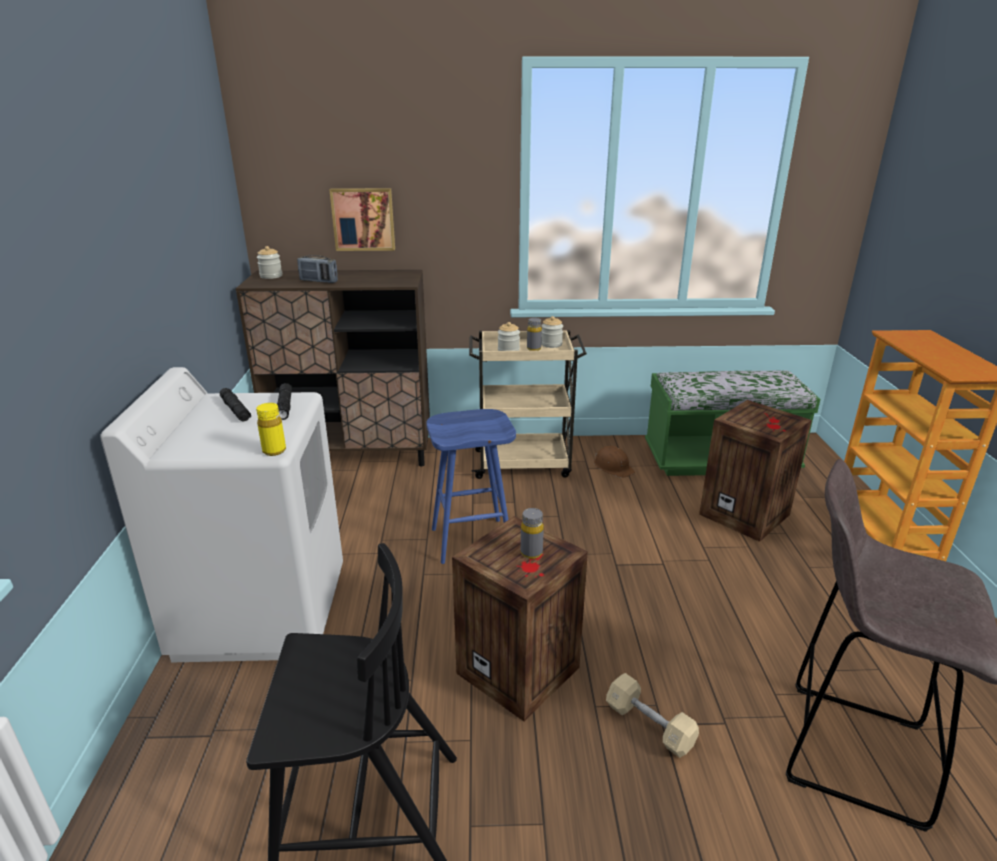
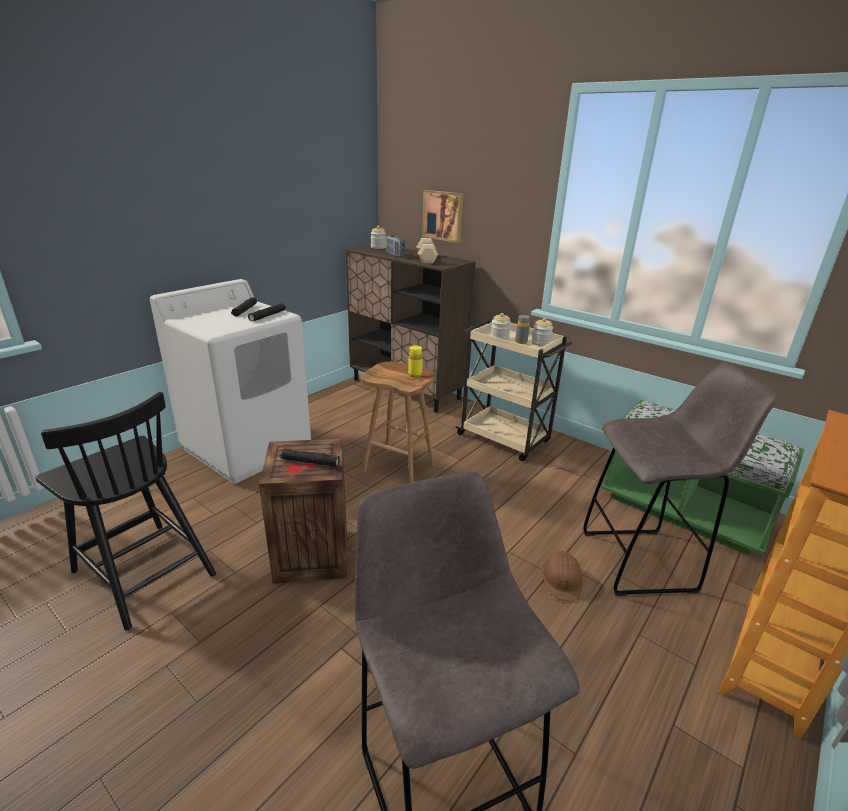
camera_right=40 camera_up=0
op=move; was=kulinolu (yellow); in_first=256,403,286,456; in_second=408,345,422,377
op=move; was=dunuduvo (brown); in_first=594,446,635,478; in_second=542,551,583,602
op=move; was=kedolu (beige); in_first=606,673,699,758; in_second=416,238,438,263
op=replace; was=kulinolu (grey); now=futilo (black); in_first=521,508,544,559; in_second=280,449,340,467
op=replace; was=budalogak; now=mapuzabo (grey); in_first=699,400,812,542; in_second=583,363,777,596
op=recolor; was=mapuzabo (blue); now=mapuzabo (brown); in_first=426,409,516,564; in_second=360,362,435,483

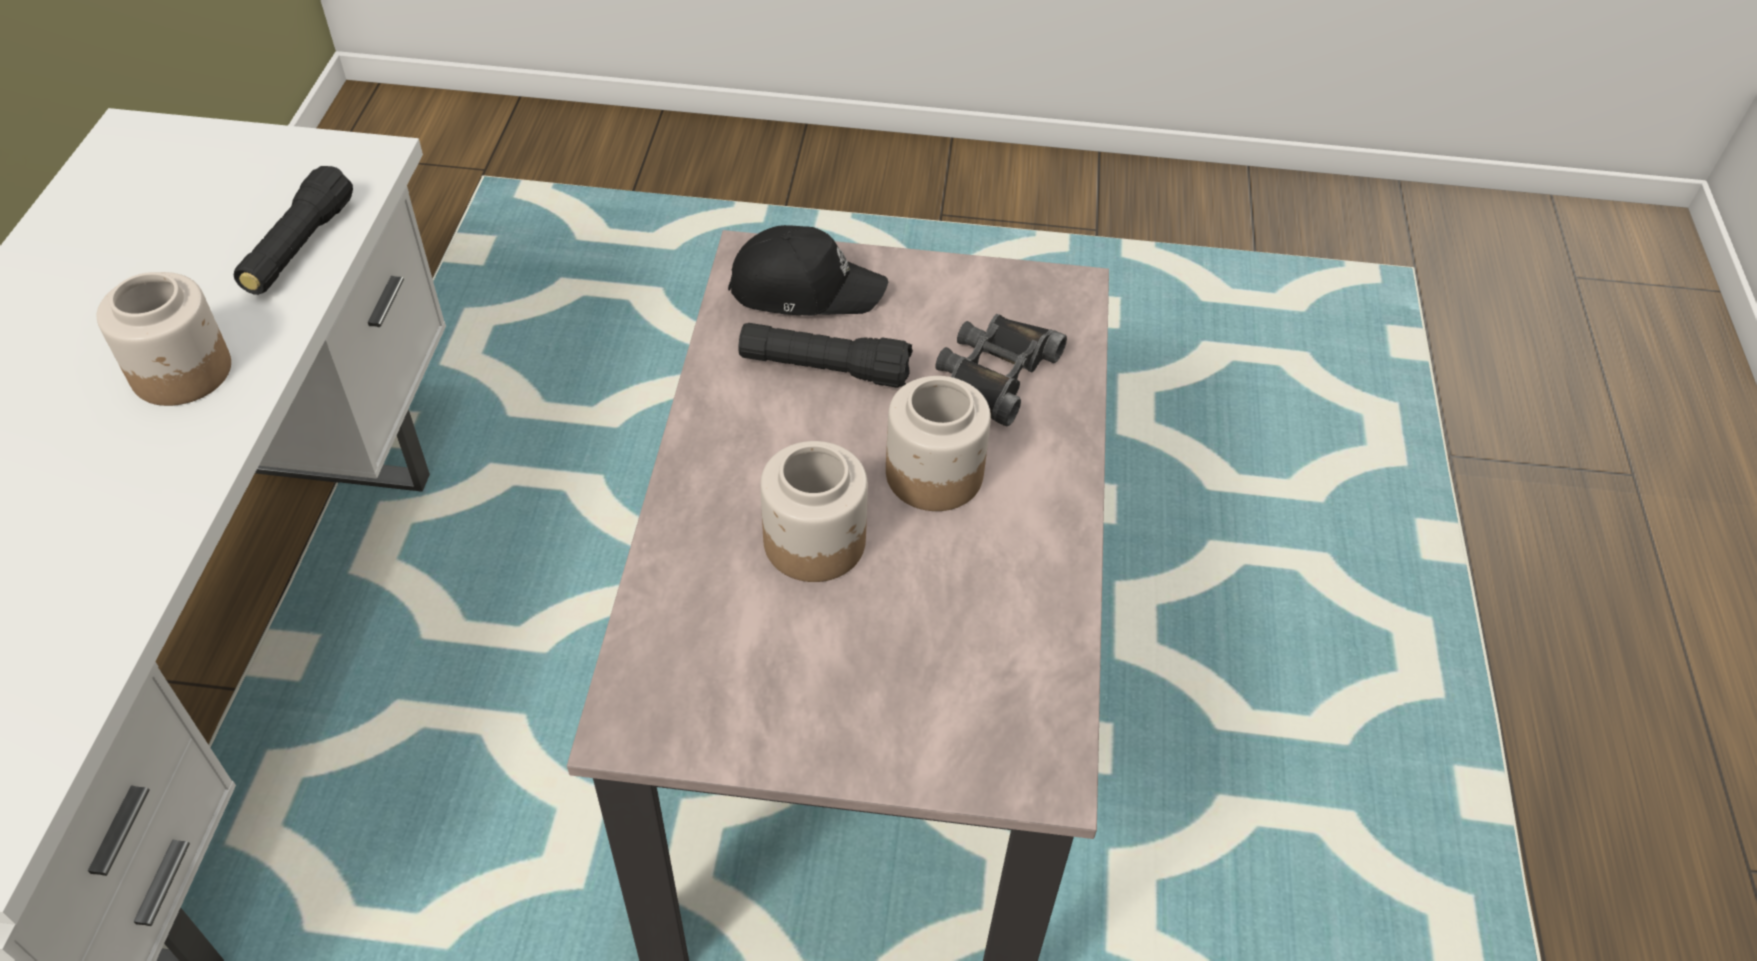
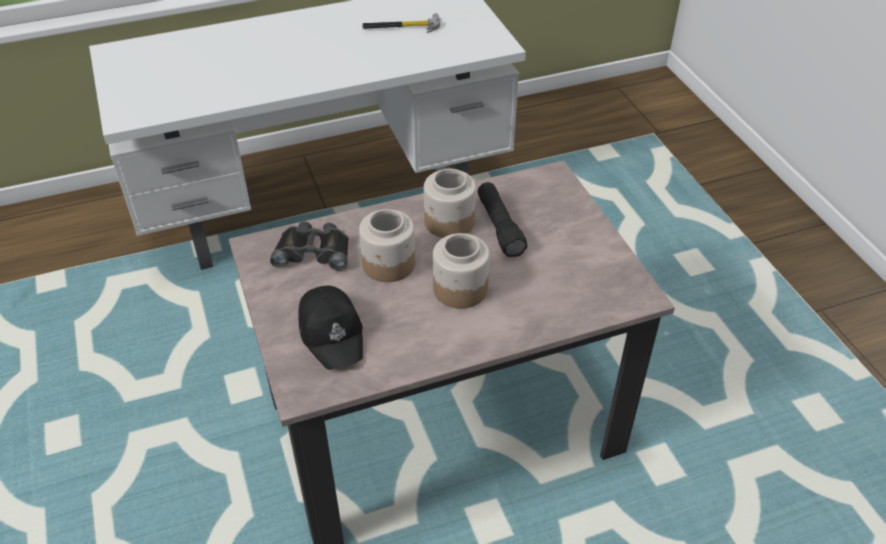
camera_right=65 camera_up=-5
op=delete; was=futilo (black); in_first=234,166,353,295
op=insert; now=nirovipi; in_second=362,13,440,33
op=move; was=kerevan; in_first=97,272,231,406; in_second=424,169,476,238
op=move; was=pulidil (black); in_first=728,225,888,316; in_second=298,286,363,370
op=move; was=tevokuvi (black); in_first=935,314,1067,426; in_second=270,222,349,271

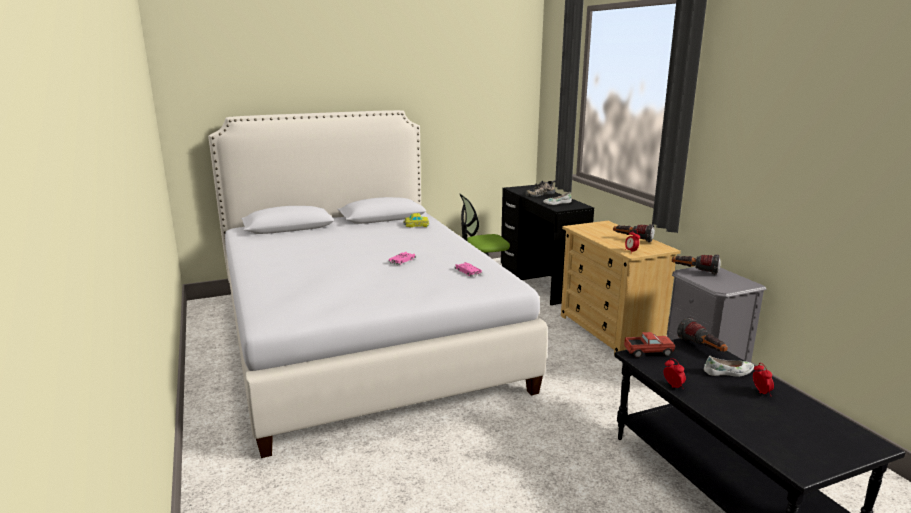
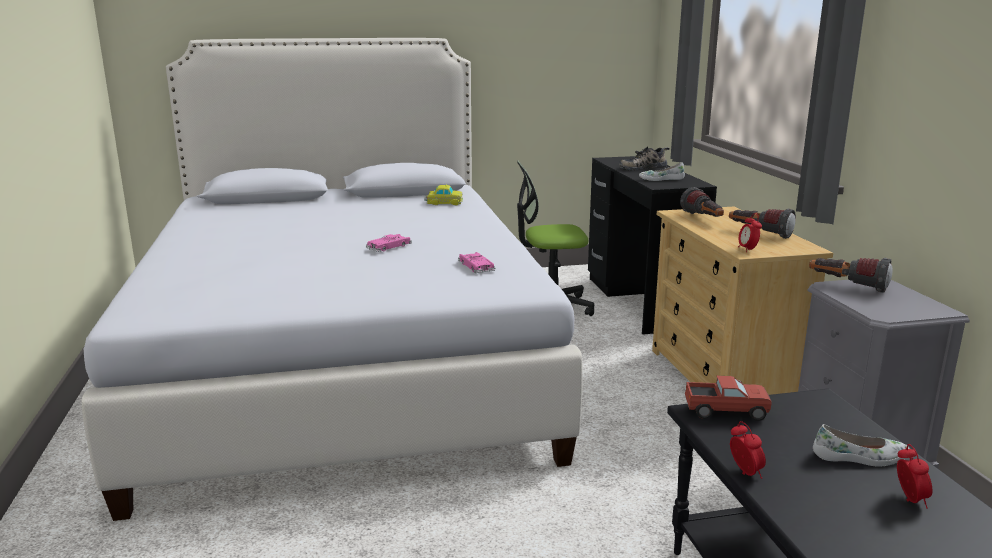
camera_right=10 camera_up=0
op=move; was=futilo; in_first=677,318,728,352; in_second=680,187,724,217

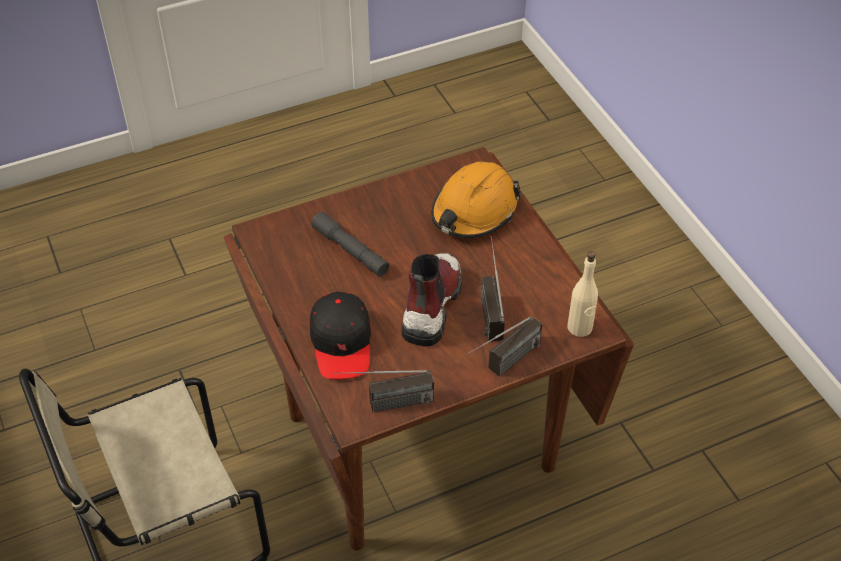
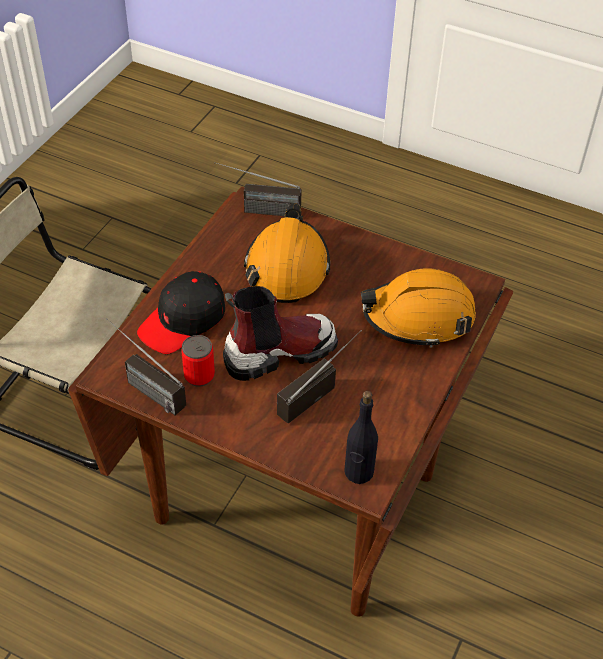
camera_right=50 camera_up=0
op=insert; now=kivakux; in_second=181,335,215,387
op=move; was=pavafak; in_first=468,316,542,377; in_second=214,162,302,216
op=replace; was=futilo (grey); now=dunuduvo (orange); in_first=311,212,389,277; in_second=244,203,330,303
op=recolor; was=kulinolu (beige); now=kulinolu (black); in_first=567,251,598,337; in_second=344,391,378,484

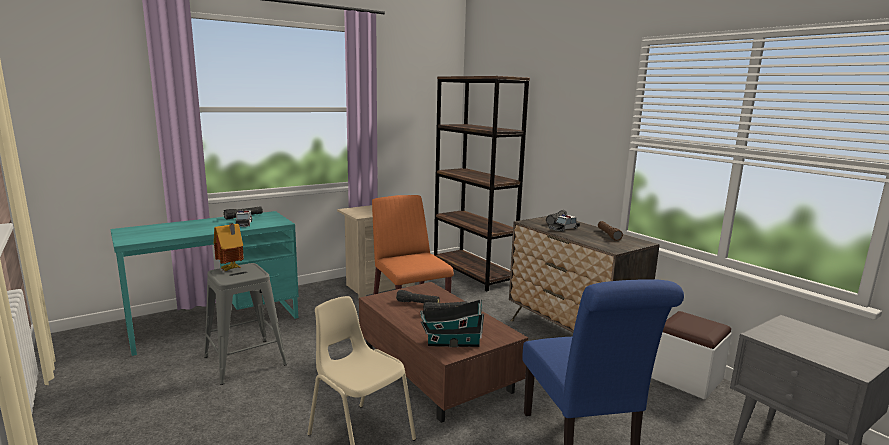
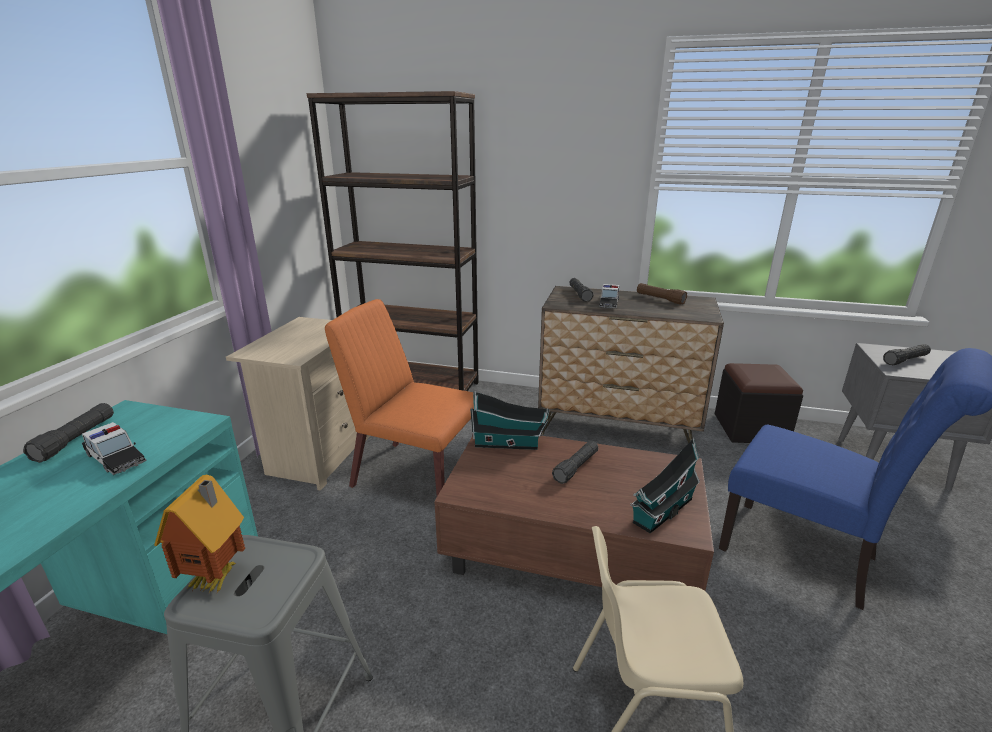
camera_right=-40 camera_up=10
op=insert; now=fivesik; in_second=470,391,549,450
op=move; was=futilo (black); in_first=396,290,440,303; in_second=883,344,931,365
op=recolor; was=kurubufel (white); now=kurubufel (black); in_first=651,311,732,400; in_second=715,363,803,443

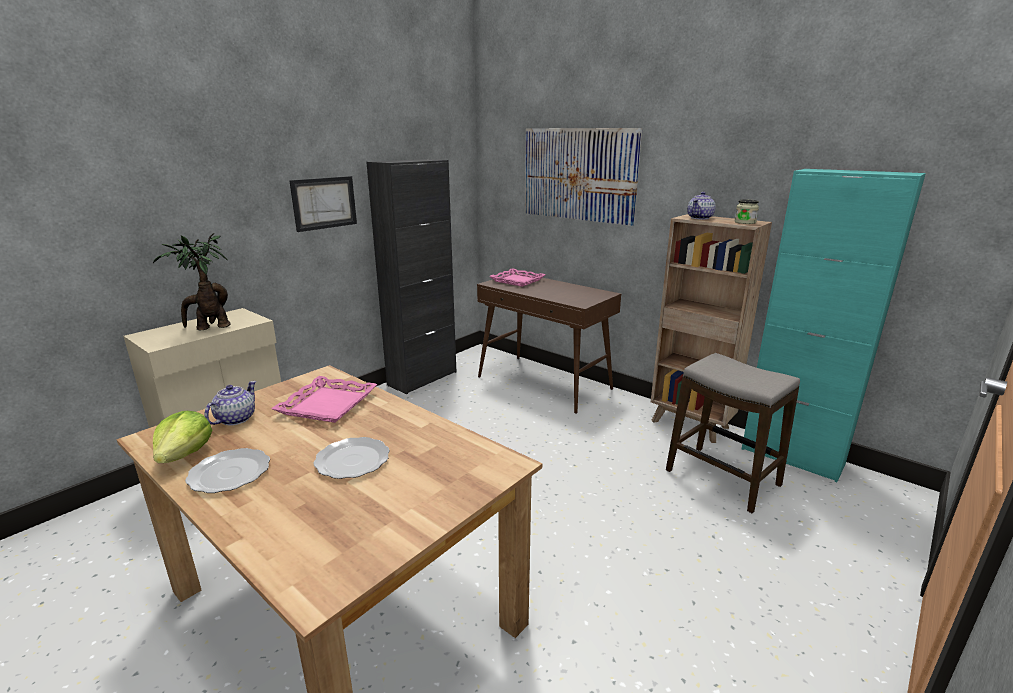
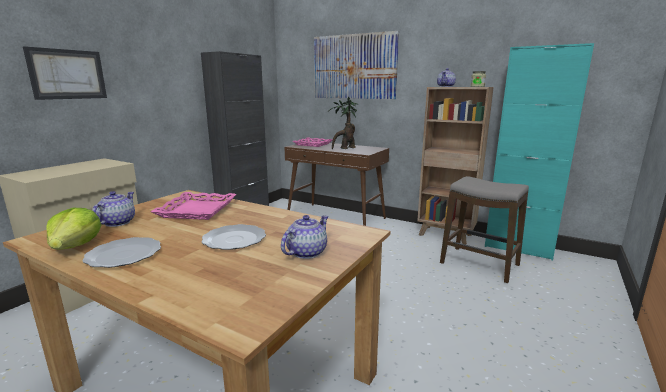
camera_right=-10 camera_up=-5
op=insert; now=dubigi; in_second=281,215,329,259
op=move; was=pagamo; in_first=153,233,230,330; in_second=328,96,359,149
op=move; was=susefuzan; in_first=289,176,357,232; in_second=23,46,107,100

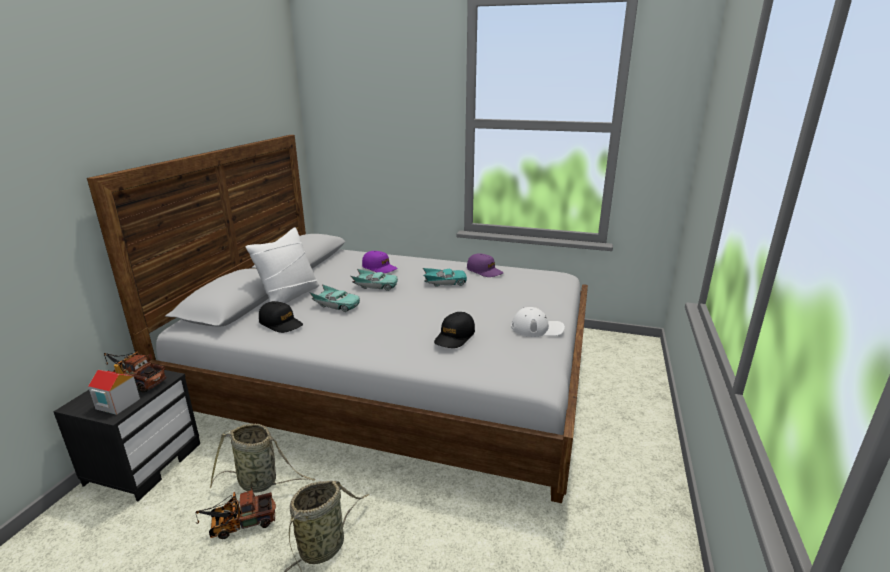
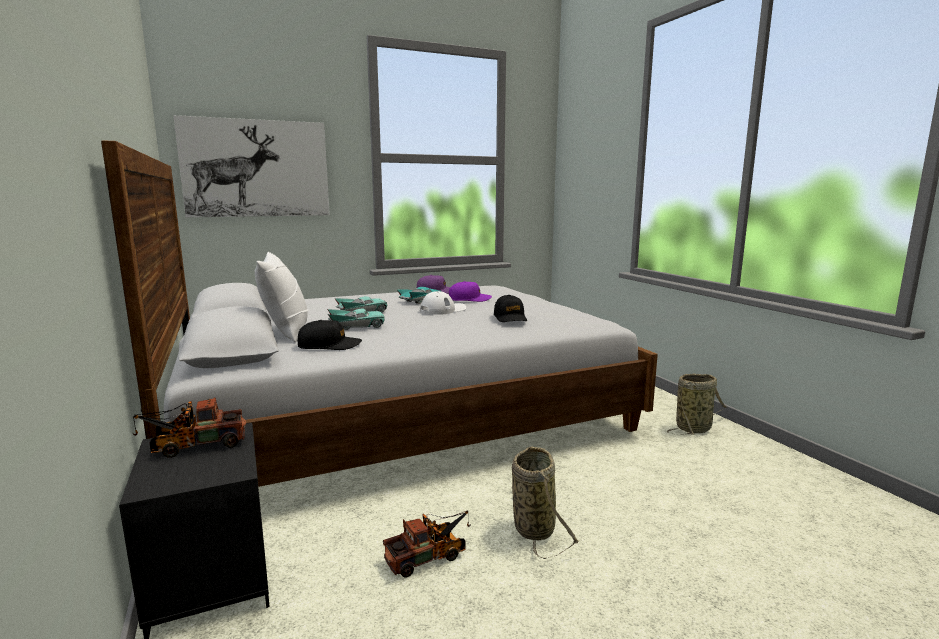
camera_right=-40 camera_up=-10
op=delete; was=fivesik; in_first=88,364,140,415
op=insert; now=susefuzan; in_second=173,115,330,218
op=move; was=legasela; in_first=210,424,315,493; in_second=667,374,727,435
op=move; was=pulidil (purple); in_first=362,251,398,273; in_second=449,281,492,302
op=move; was=pulidil (white); in_first=511,307,565,337; in_second=420,291,466,315
op=rotate; was=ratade; in_first=196,487,276,539; in_second=383,510,471,578; clockwise=-150

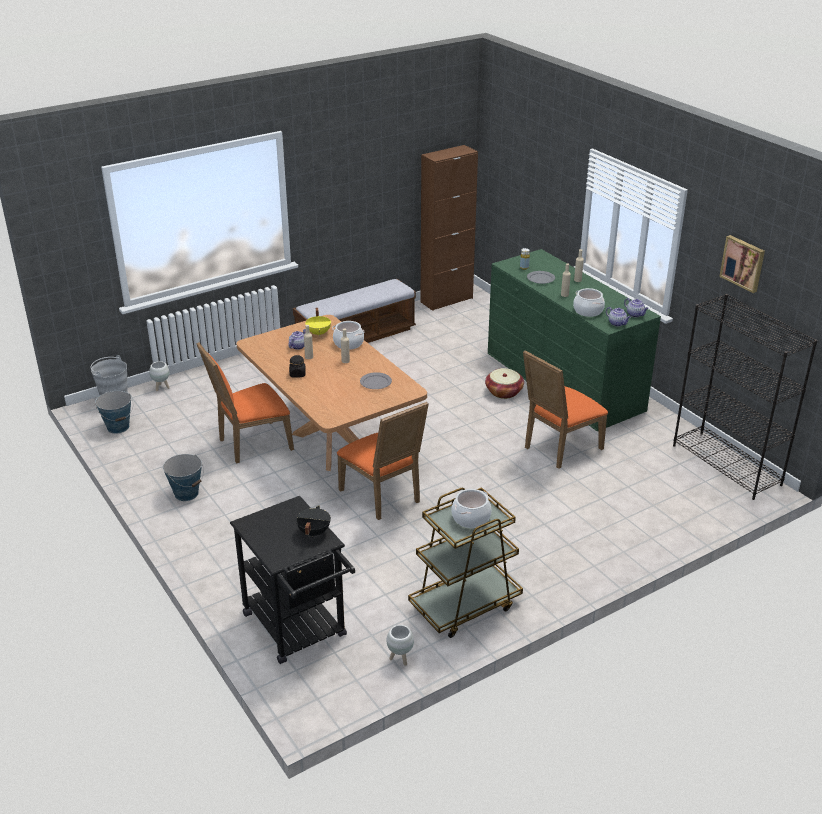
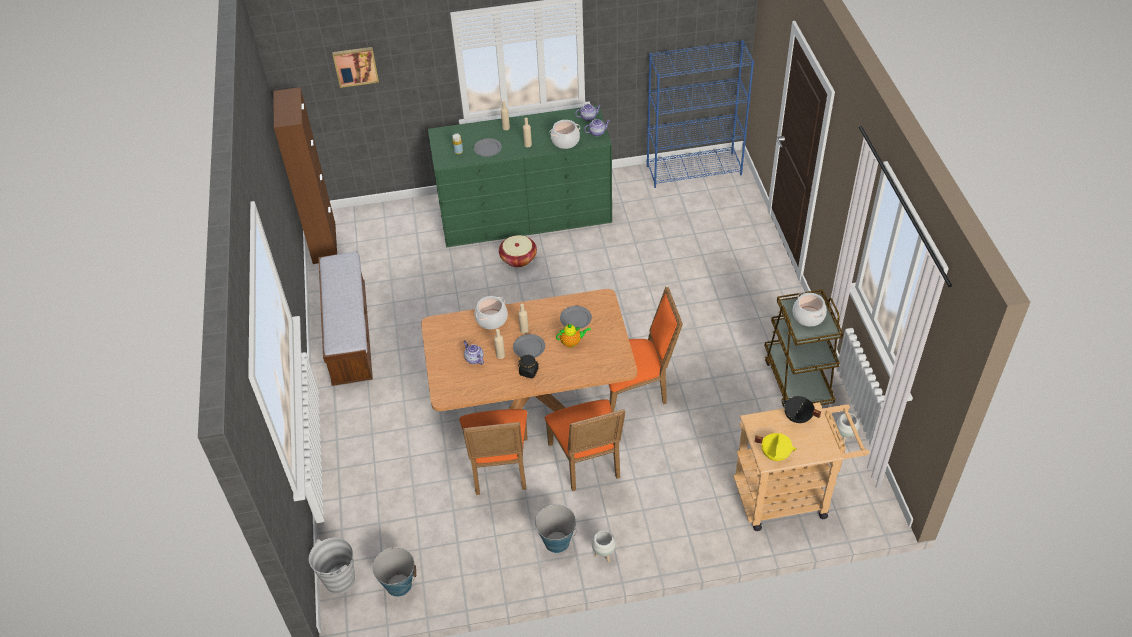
camera_right=-65 camera_up=15
op=insert; now=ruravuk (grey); in_second=513,334,545,358
op=insert; now=dubigi; in_second=556,324,591,348
op=move; was=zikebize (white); in_first=149,361,170,391; in_second=592,530,616,563
op=move; was=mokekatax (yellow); in_first=305,308,331,336; in_second=754,433,797,461
op=move; was=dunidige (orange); in_first=523,350,608,469; in_second=545,399,626,491
op=move; was=susefuzan; in_first=719,235,765,293; in_second=332,47,379,88
op=recolor; was=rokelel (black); now=rokelel (beige); in_first=230,496,355,664; in_second=733,402,870,531
op=recolor; was=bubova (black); now=bubova (blue); in_first=673,294,818,500; in_second=647,40,754,188

